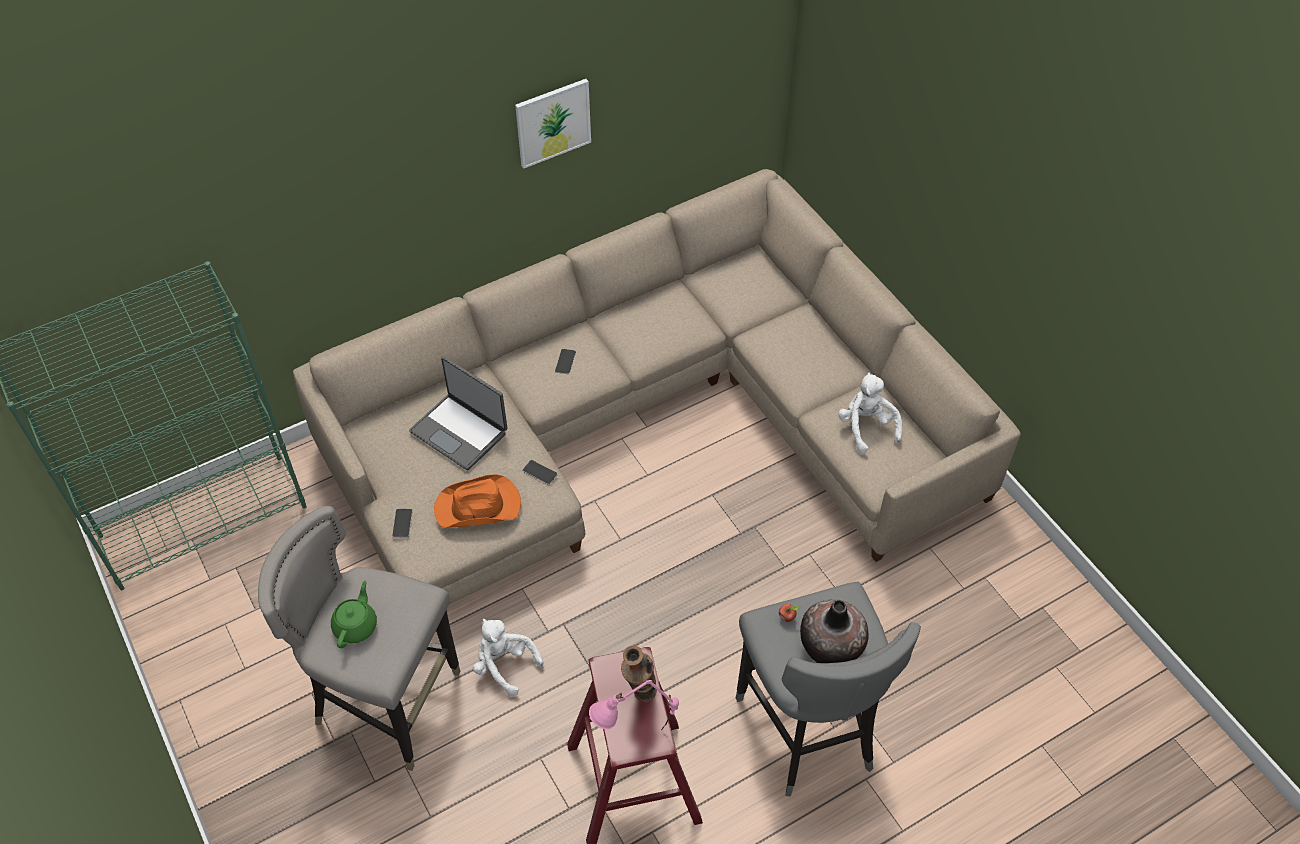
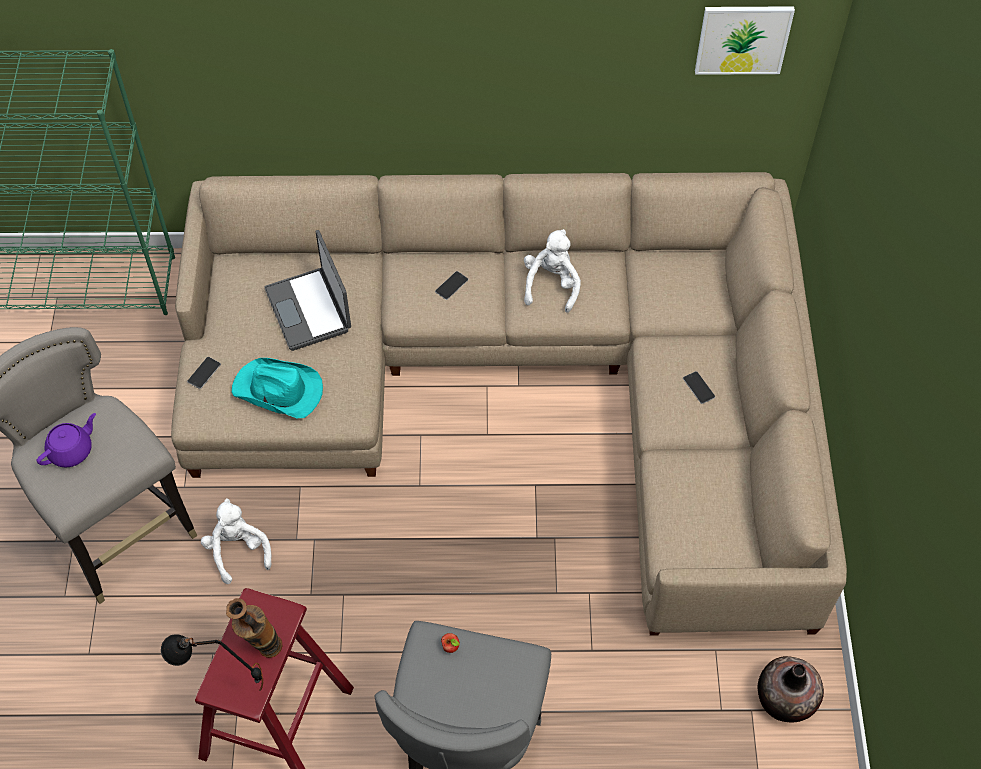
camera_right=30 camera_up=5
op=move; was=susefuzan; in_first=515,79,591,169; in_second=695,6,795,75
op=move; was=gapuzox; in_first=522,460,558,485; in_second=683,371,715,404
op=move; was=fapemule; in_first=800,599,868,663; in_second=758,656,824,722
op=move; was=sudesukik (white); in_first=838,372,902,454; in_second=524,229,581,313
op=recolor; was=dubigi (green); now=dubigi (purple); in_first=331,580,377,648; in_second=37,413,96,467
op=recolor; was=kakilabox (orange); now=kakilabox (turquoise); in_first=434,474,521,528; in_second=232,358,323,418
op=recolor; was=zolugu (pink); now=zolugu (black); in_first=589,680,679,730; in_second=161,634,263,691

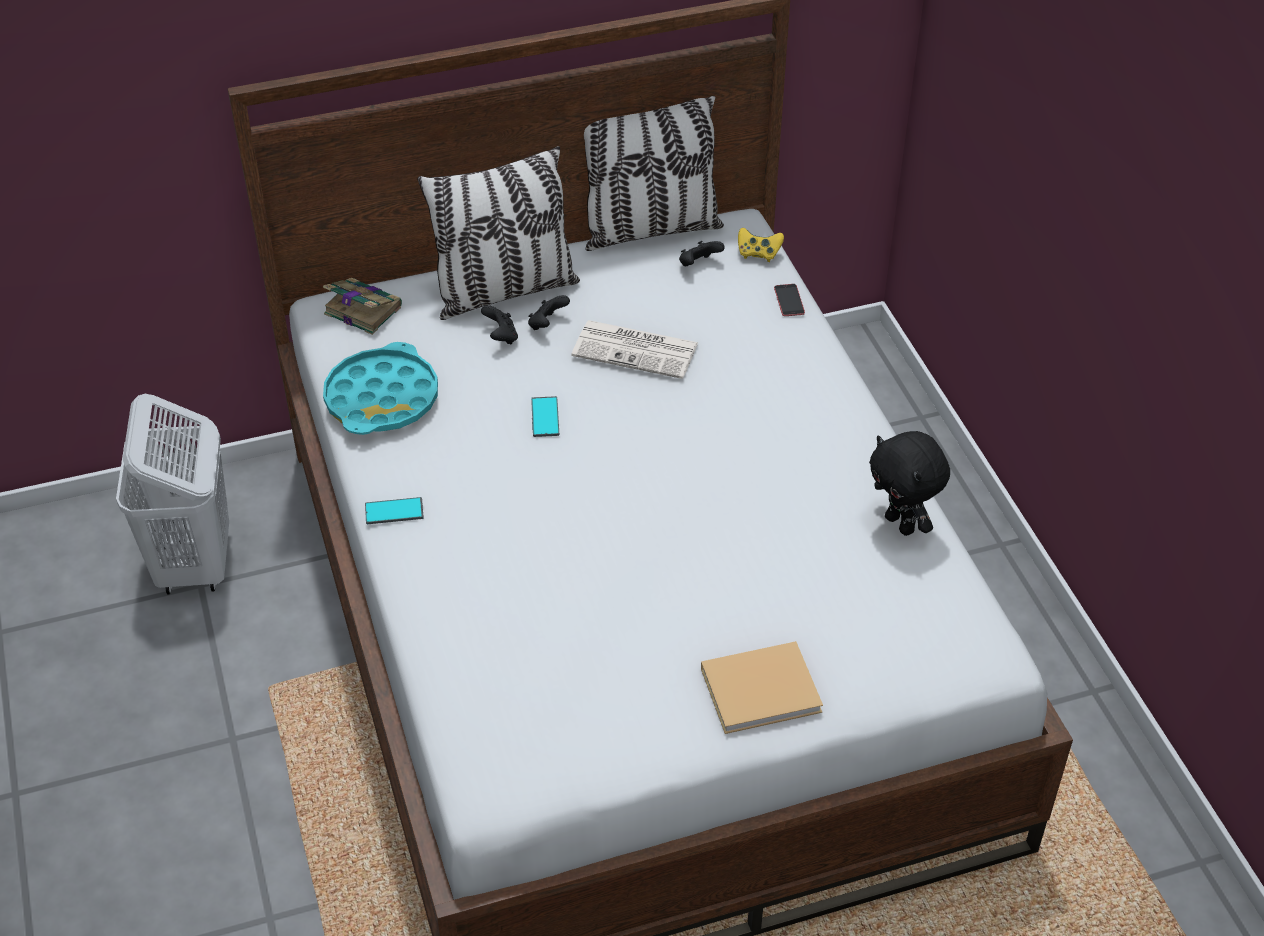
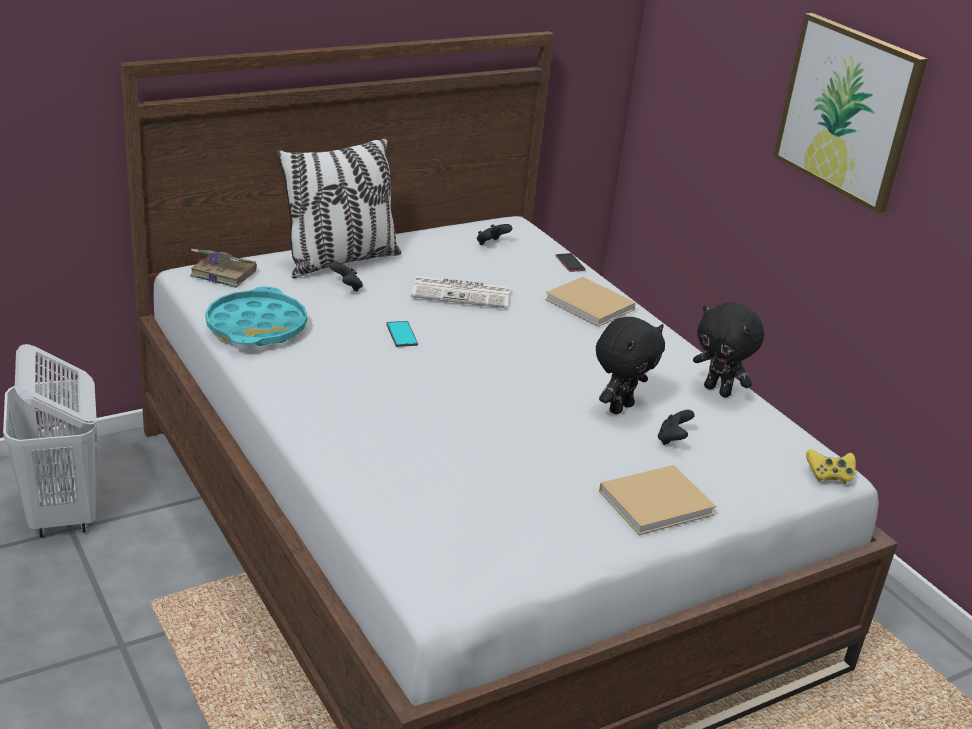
camera_right=-15 camera_up=-15
op=delete; was=gapuzox; in_first=365,497,424,524
op=delete; was=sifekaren; in_first=584,96,724,251
op=insert; now=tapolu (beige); in_second=545,277,636,327
op=insert; now=sudesukik (black); in_second=596,317,665,414
op=insert; now=susefuzan; in_second=773,13,928,213
op=move; was=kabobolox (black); in_first=528,295,570,330; in_second=658,410,695,445
op=move; was=kabobolox (yellow); in_first=738,228,784,262; in_second=806,450,856,484

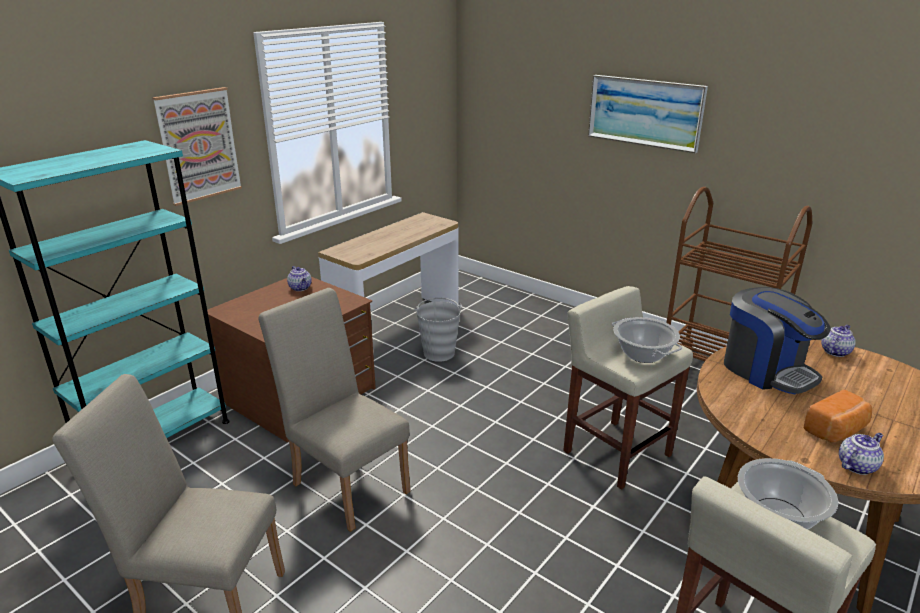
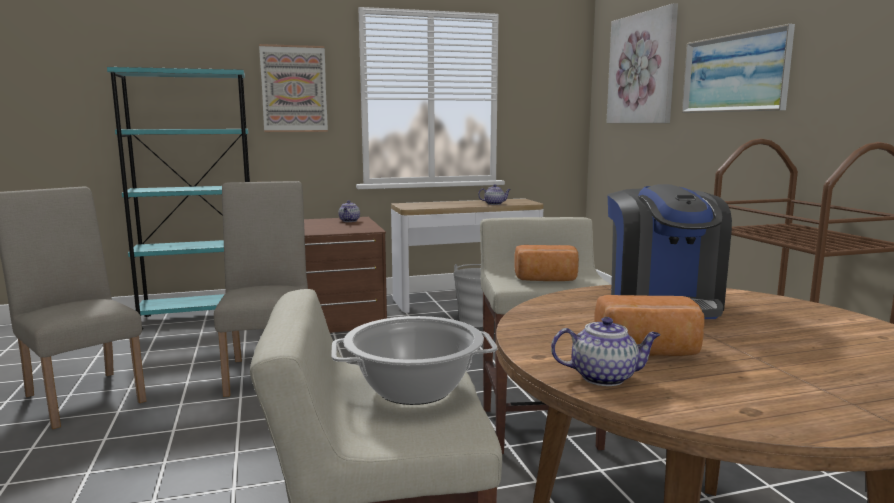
camera_right=35 camera_up=-15
op=insert; now=susefuzan; in_second=606,3,678,123
op=move; was=dubigi; in_first=821,325,856,357; in_second=478,184,511,205
op=replace; was=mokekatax; now=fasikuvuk; in_first=612,317,682,363; in_second=514,245,579,281

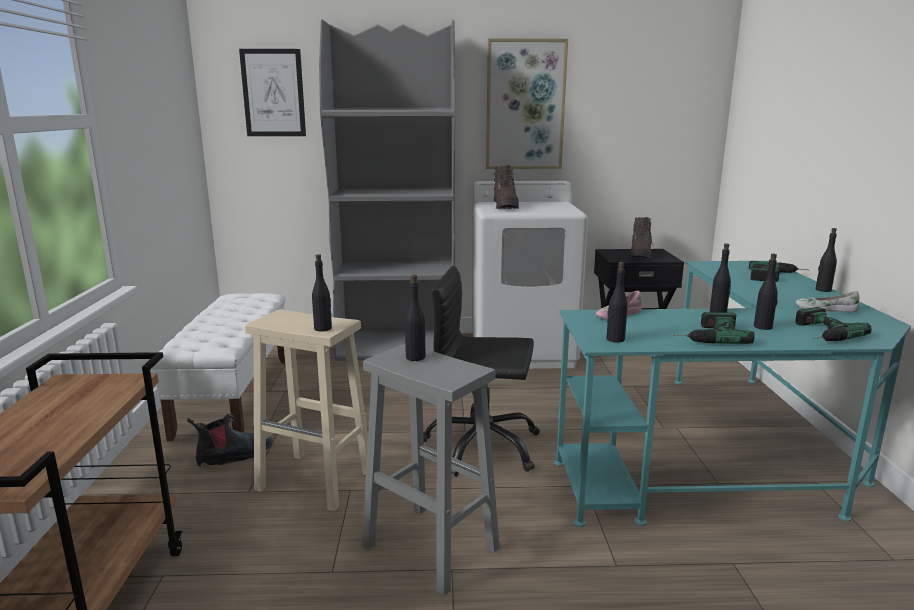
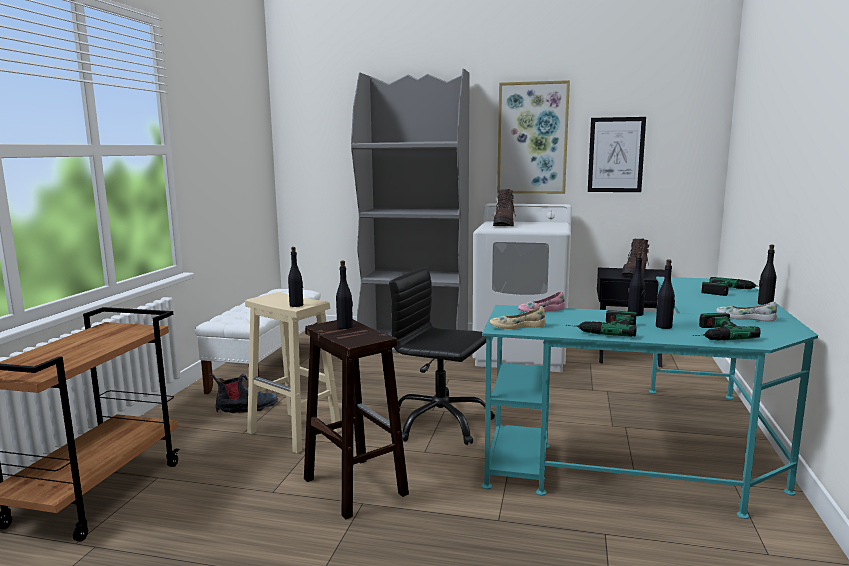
camera_right=15 camera_up=-5
op=move; was=susefuzan; in_first=239,49,306,136; in_second=588,117,646,192
op=replace; was=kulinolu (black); now=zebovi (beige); in_first=606,262,628,343; in_second=490,306,546,329
op=recolor; was=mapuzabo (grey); now=mapuzabo (brown); in_first=362,344,500,596; in_second=304,319,409,519

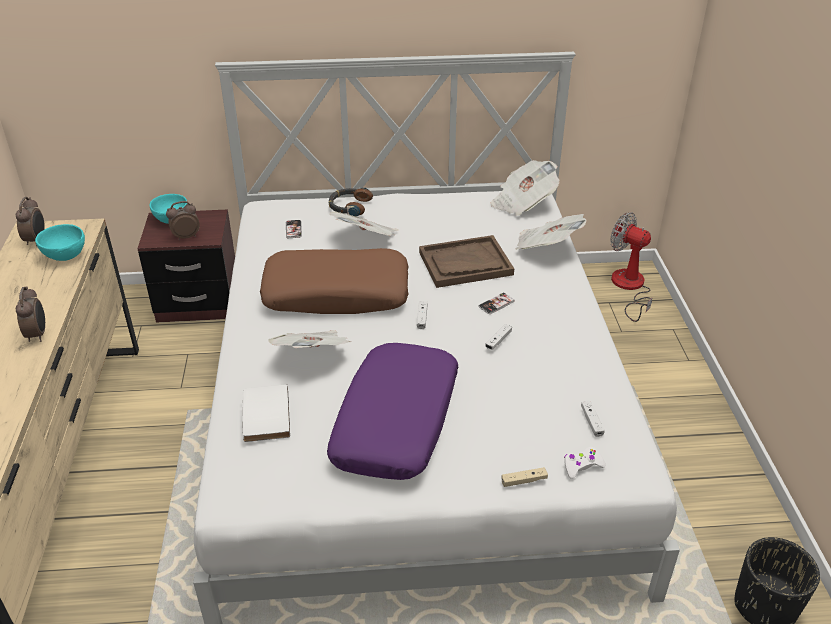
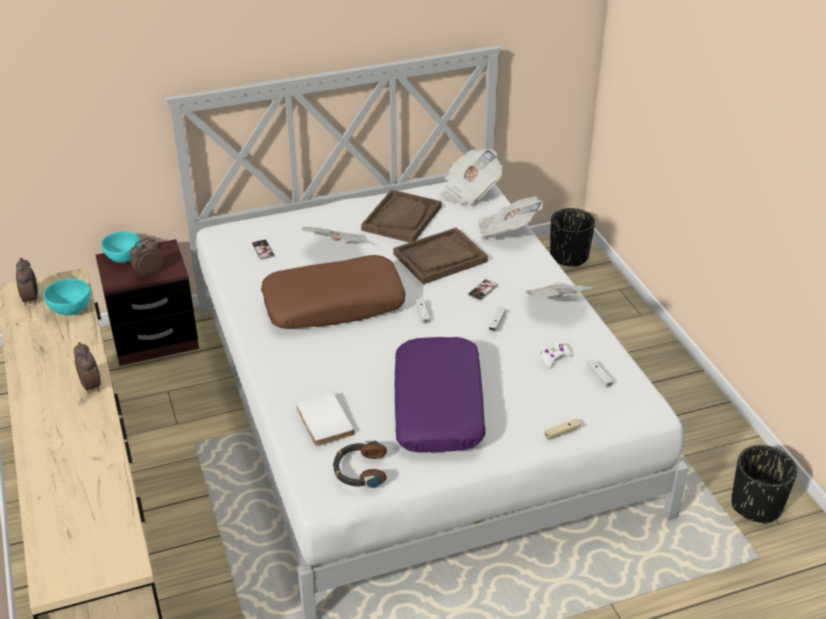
camera_right=-15 camera_up=0
op=insert; now=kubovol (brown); in_second=361,190,442,243
op=move; was=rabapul; in_first=268,330,351,348; in_second=525,282,593,298
op=move; was=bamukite; in_first=329,187,373,216; in_second=333,440,387,488
op=move; was=kabobolox (white); in_first=564,447,606,479; in_second=541,342,573,368
op=replace; was=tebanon; now=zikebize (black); in_first=611,212,653,322; in_second=550,208,595,267

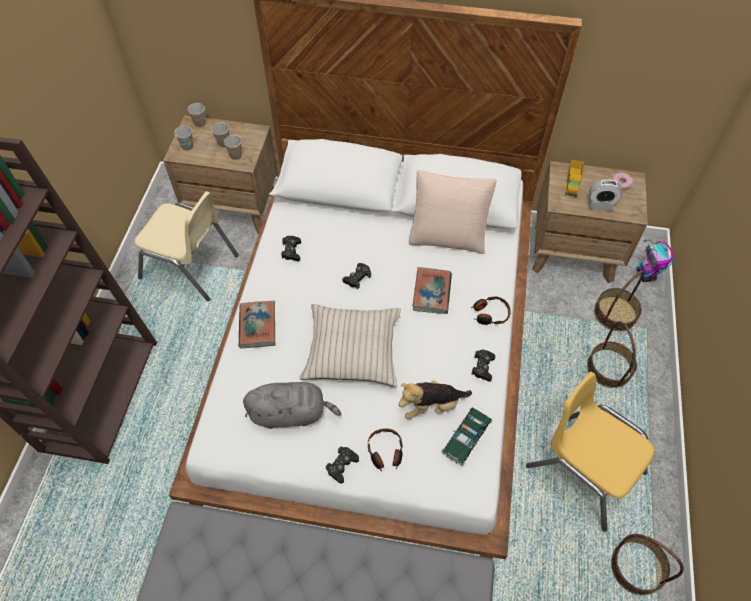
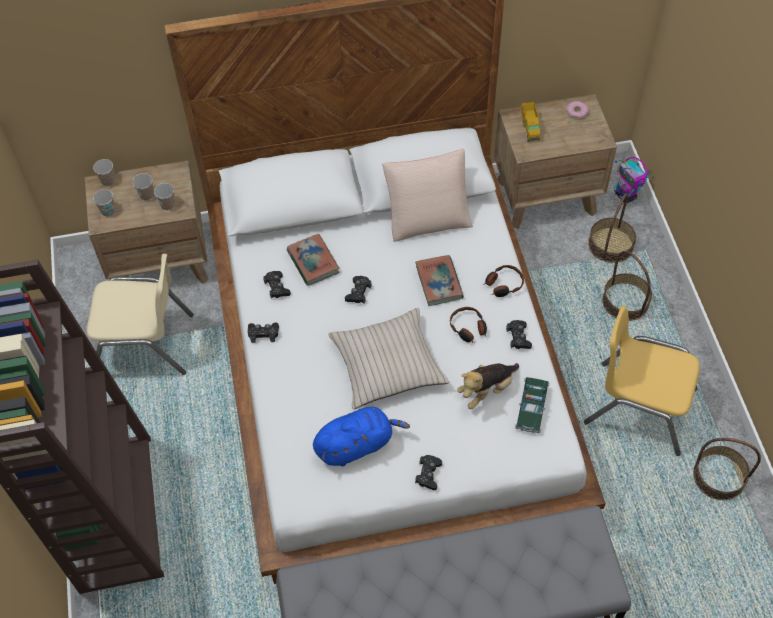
camera_right=-20 camera_up=0
op=delete; was=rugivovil; in_first=588,179,622,211
op=insert; now=kabobolox (black); in_second=248,322,279,343
op=move; was=tapolu; in_first=239,301,275,348; in_second=287,234,339,286
op=move; was=bamukite; in_first=368,428,403,472; in_second=450,307,487,343
op=recolor; was=sudesukik (grey); now=sudesukik (blue); in_first=243,382,341,429; in_second=313,407,410,466

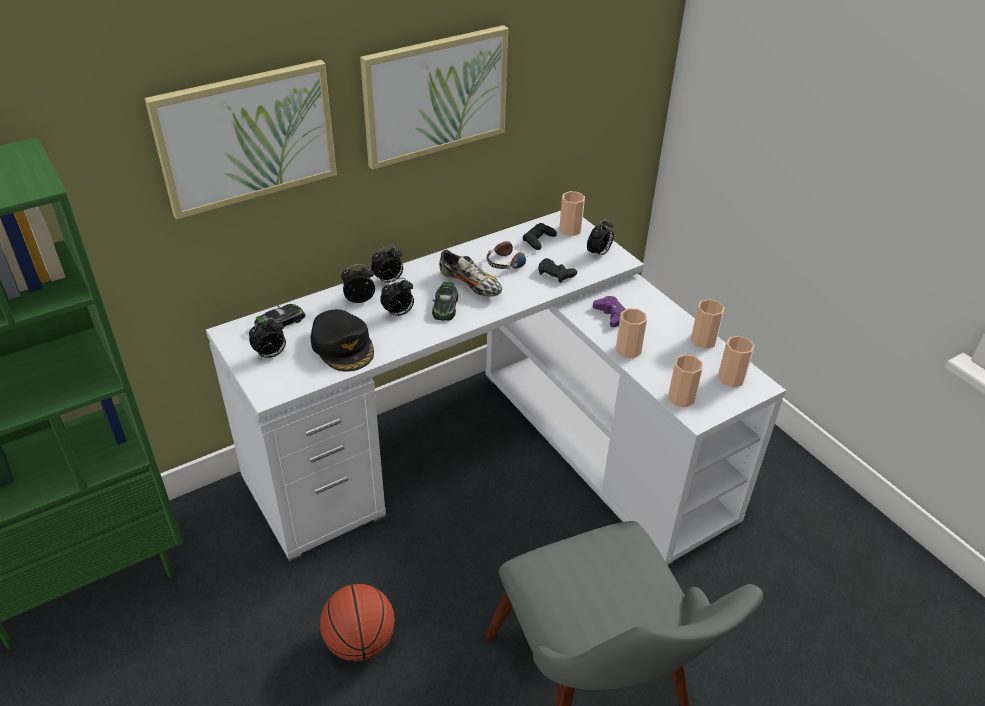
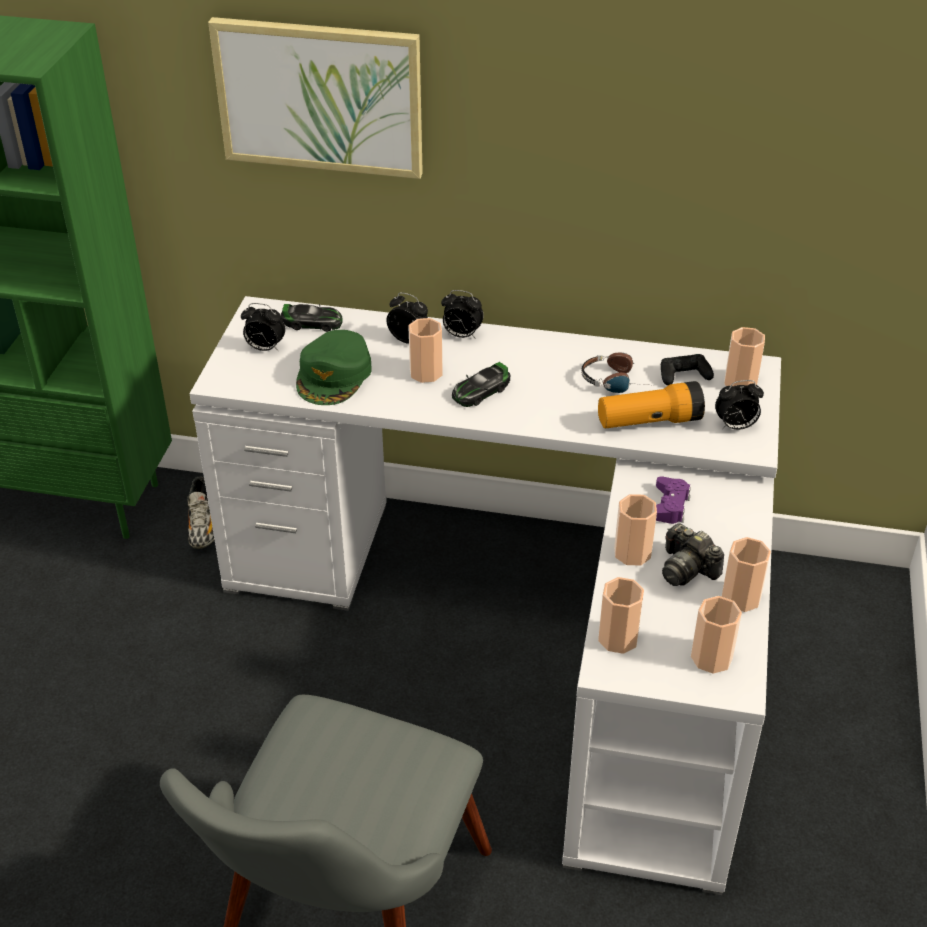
camera_right=45 camera_up=0
op=delete; was=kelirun; in_first=320,584,395,661
op=delete; was=susefuzan; in_first=360,25,508,170
op=insert; now=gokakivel; in_second=662,524,724,586
op=move; was=zebovi; in_first=439,250,502,297; in_second=187,477,215,549
op=replace; was=rugivovil; now=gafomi; in_first=380,278,414,318; in_second=408,318,443,383
op=replace; was=kabobolox (black); now=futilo; in_first=538,258,577,283; in_second=598,381,705,428
op=recolor; was=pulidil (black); now=pulidil (green); in_first=310,309,374,372; in_second=296,330,371,405

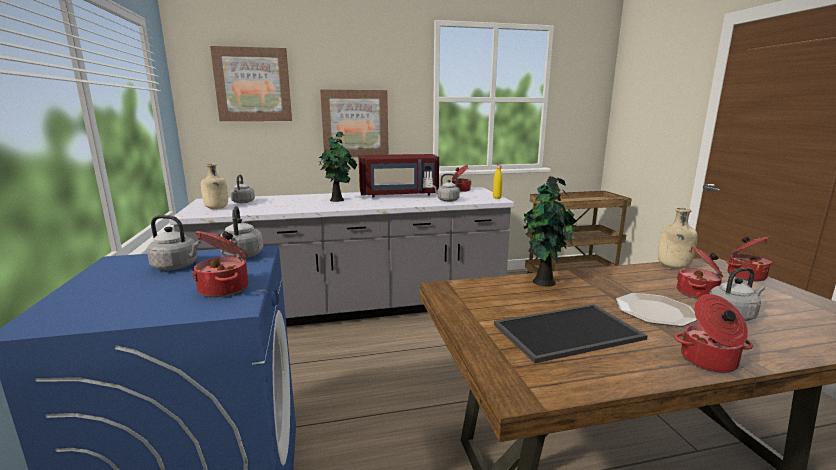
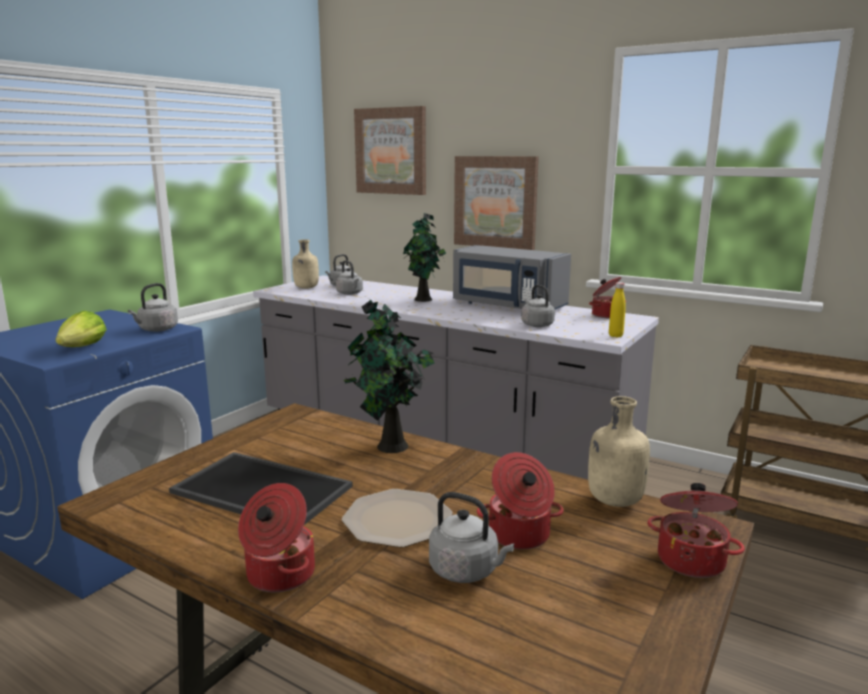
camera_right=45 camera_up=0
op=move; was=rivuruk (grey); in_first=147,215,201,270; in_second=336,260,363,295
op=replace; was=mokekatax; now=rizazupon; in_first=192,231,248,297; in_second=55,310,107,347
op=recolor; was=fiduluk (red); now=fiduluk (grey); in_first=358,154,439,197; in_second=453,245,571,310

